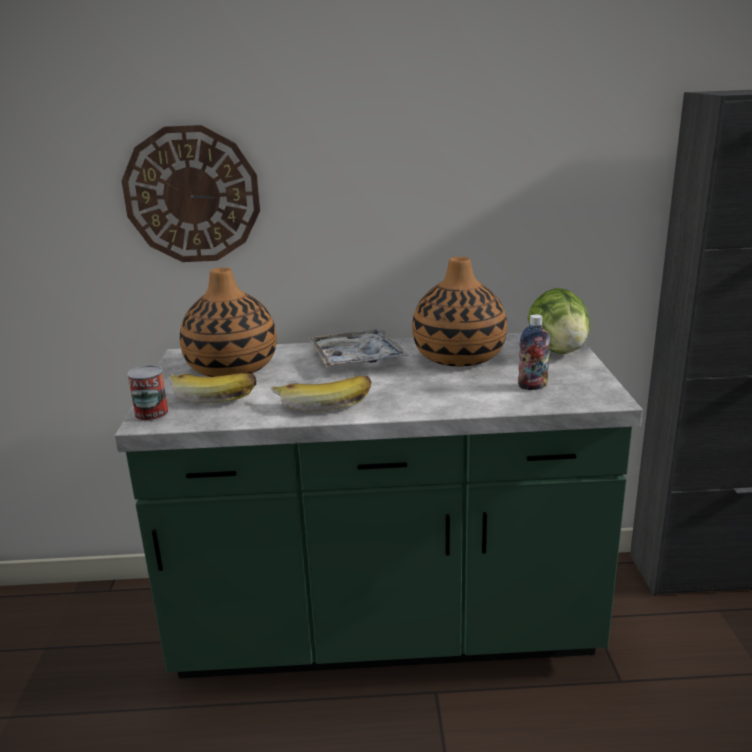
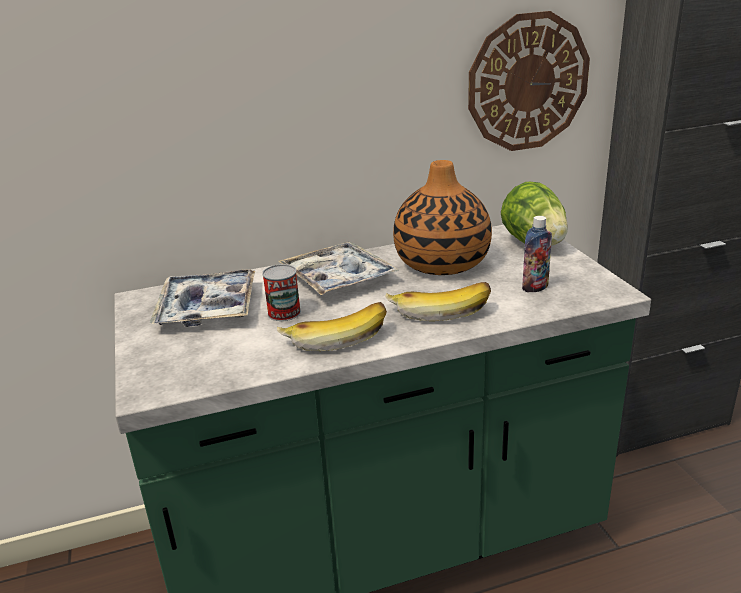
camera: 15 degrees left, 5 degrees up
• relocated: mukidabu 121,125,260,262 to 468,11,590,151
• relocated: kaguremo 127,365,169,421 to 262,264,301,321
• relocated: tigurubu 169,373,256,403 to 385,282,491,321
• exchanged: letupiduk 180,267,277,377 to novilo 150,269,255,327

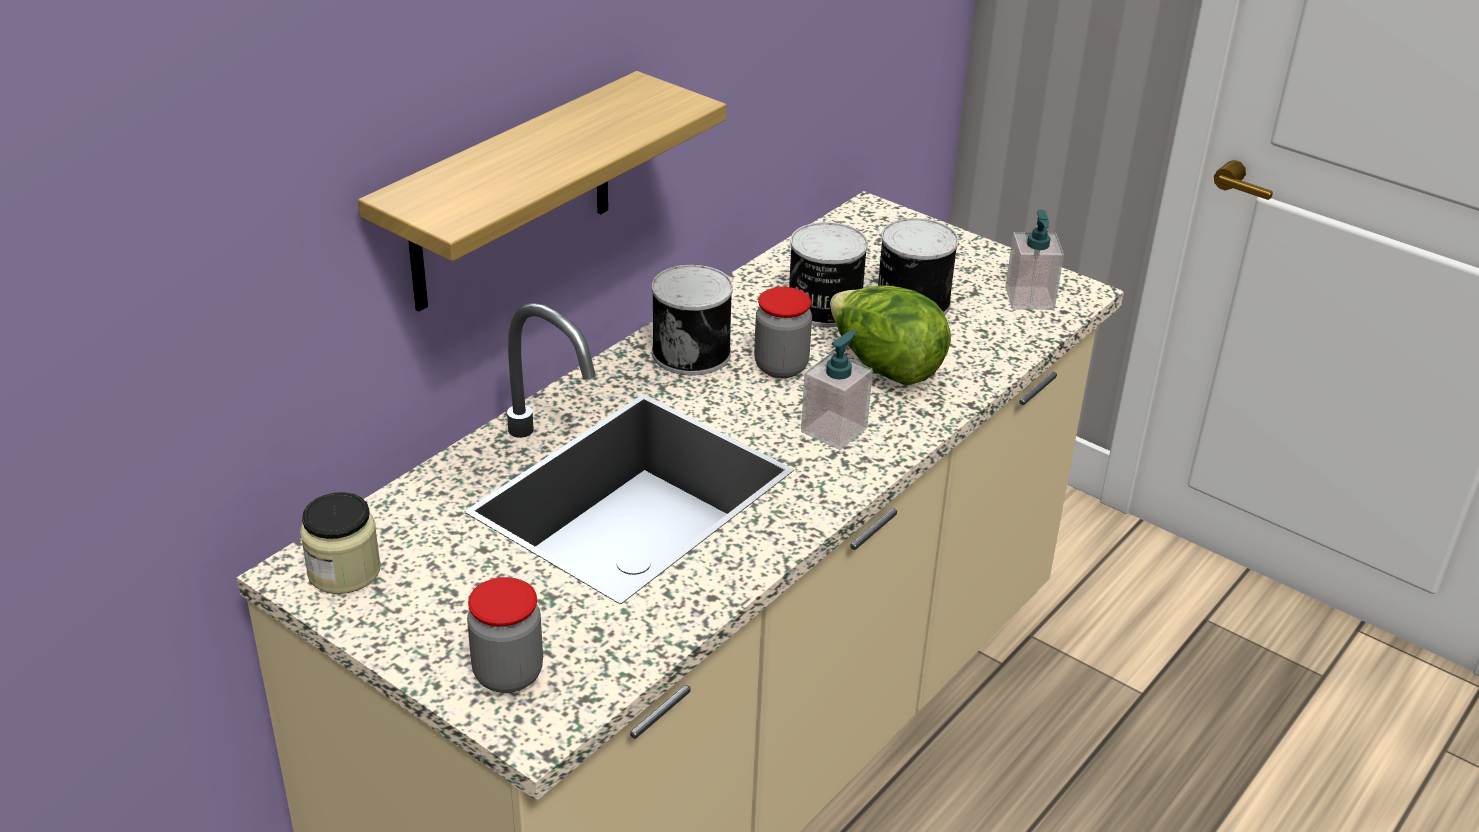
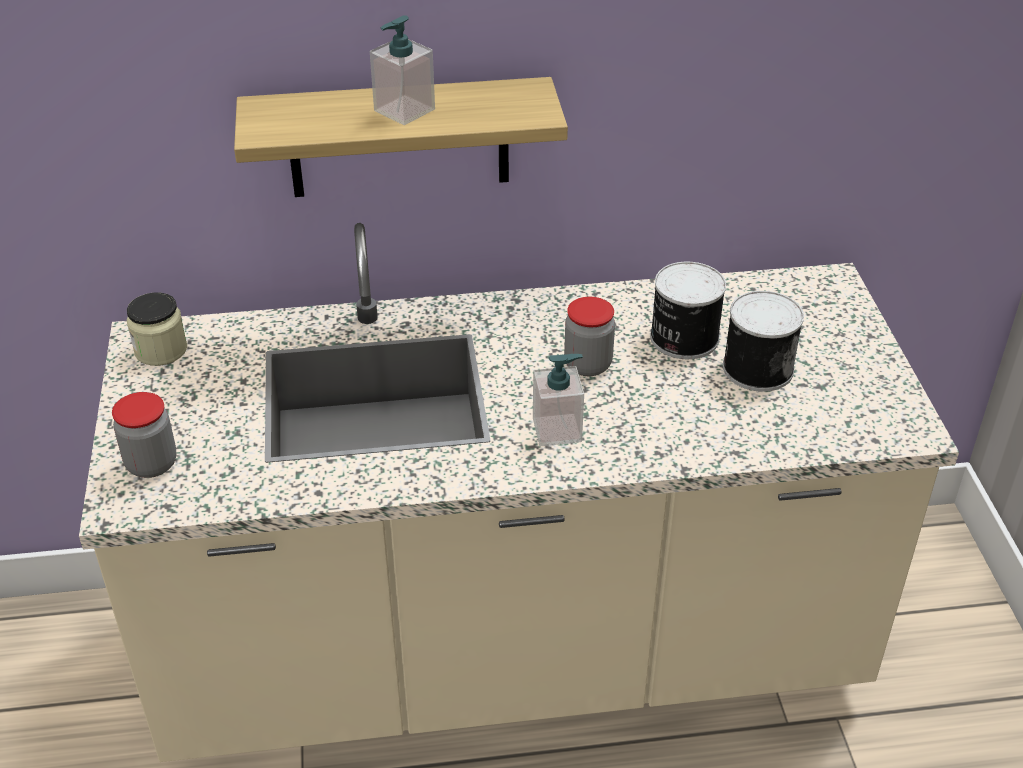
camera: 45 degrees right, 5 degrees up
• missing: kaguremo 652,265,733,376
• missing: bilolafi 830,285,951,386
• relocated: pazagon 1005,210,1064,310 to 370,15,435,125

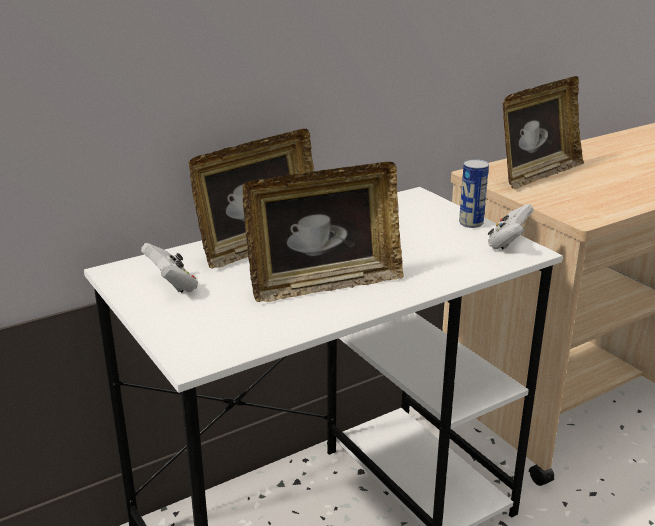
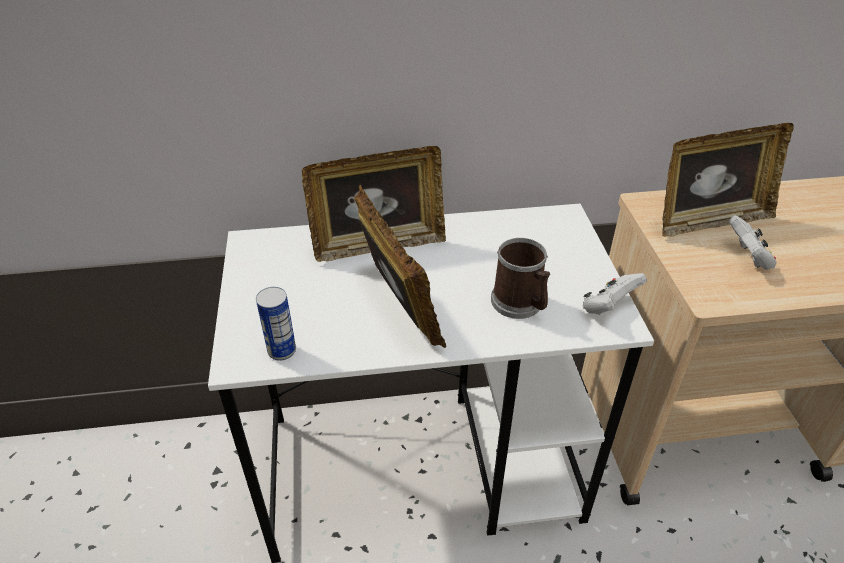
camera: 25 degrees right, 15 degrees up
• relocated: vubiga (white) 141,243,198,293 to 729,216,777,270
• spun: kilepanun 243,162,404,302 = 354,184,446,348 120 degrees counterclockwise
• relocated: kaguremo 459,159,489,228 to 256,287,296,361
• appeared: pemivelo 491,238,550,319

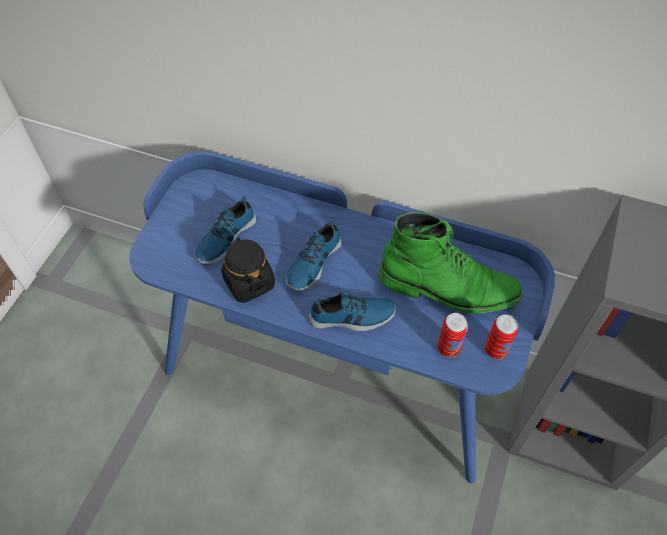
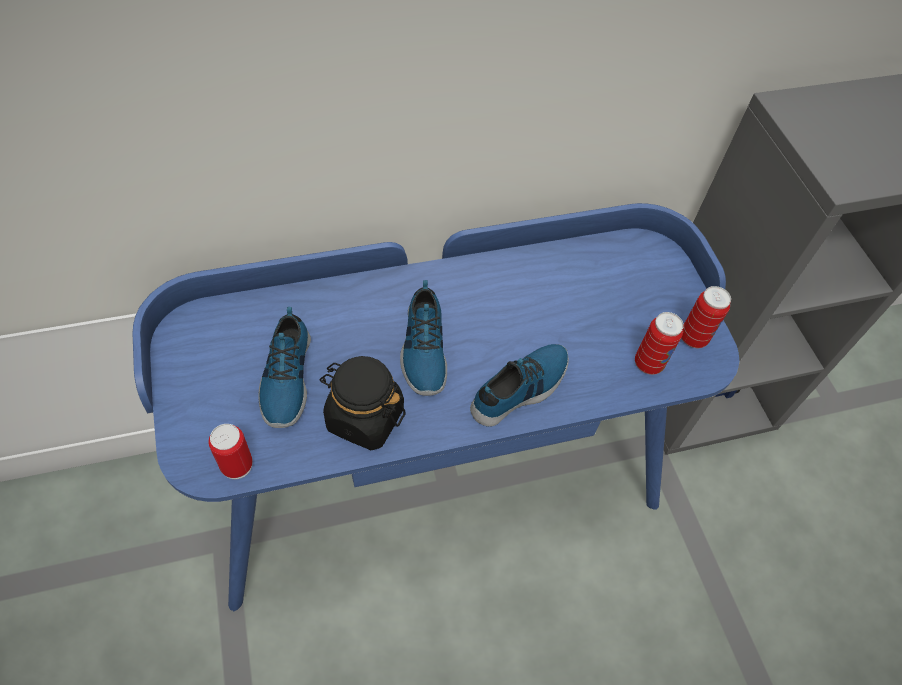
camera: 40 degrees left, 0 degrees up
• missing: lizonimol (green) 378,212,523,314
• appeared: kaguremo 209,424,253,479

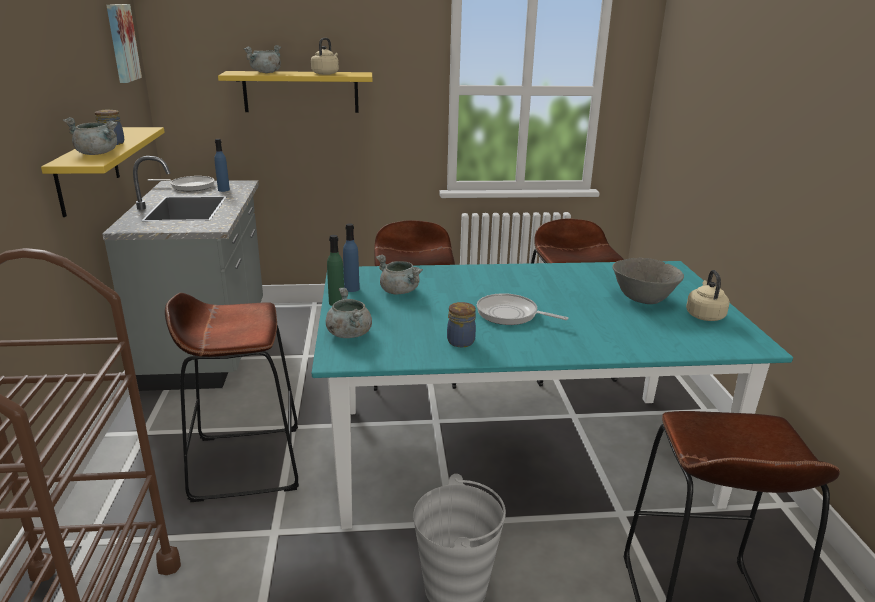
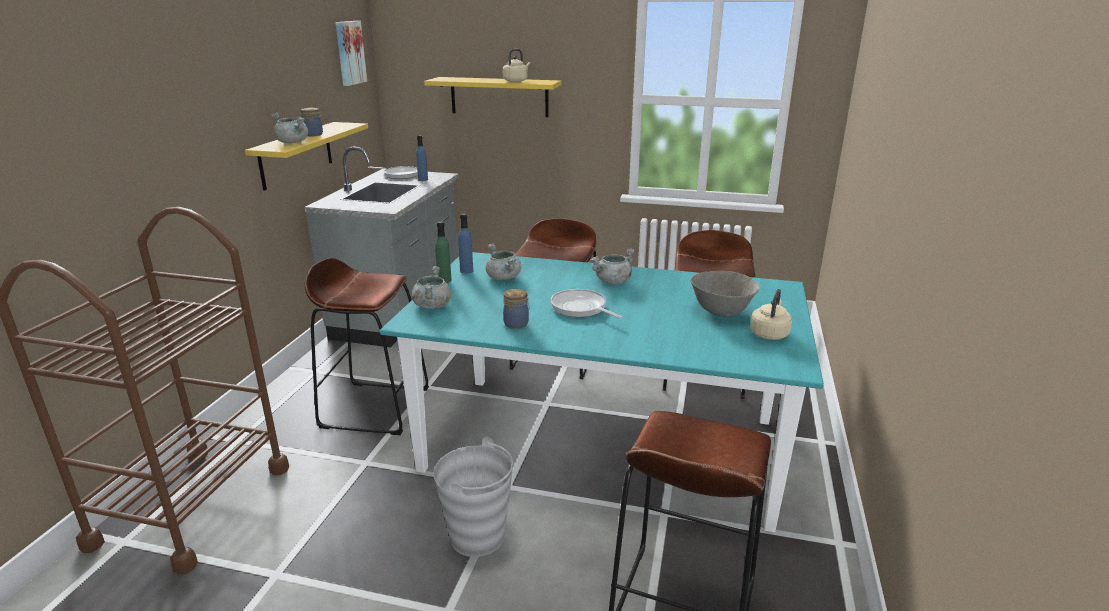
camera: 20 degrees right, 0 degrees up
• relocated: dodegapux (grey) 244,45,281,73 to 590,249,635,284

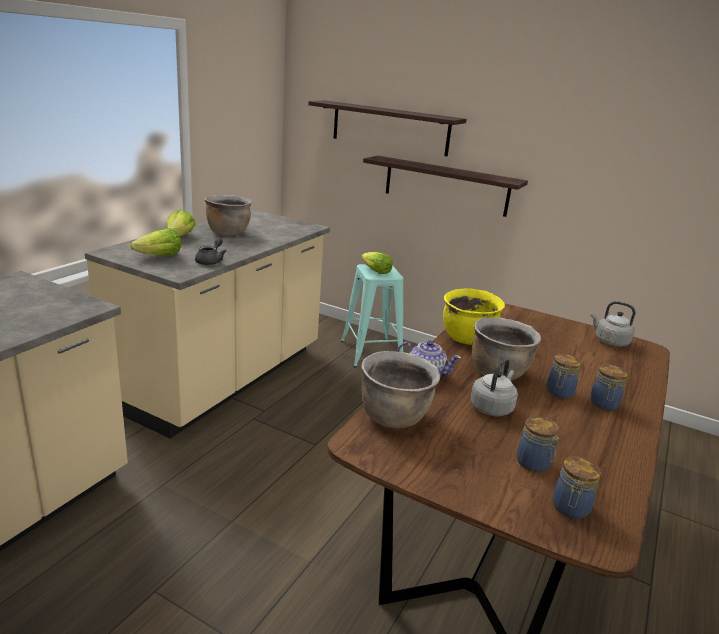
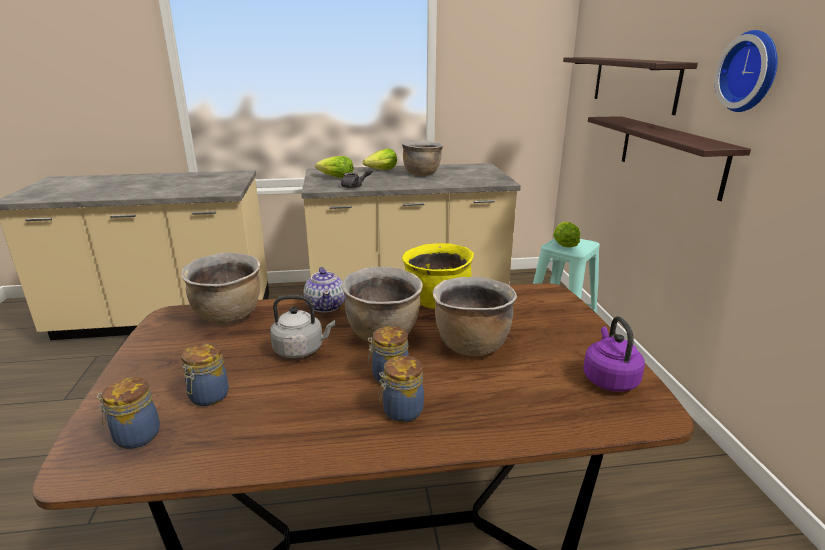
camera: 55 degrees right, 0 degrees up
• colour: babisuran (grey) 591,301,636,347 to babisuran (purple) 583,316,645,392
• appeared: dodegapux (brown) 433,277,517,356
• appeared: mukidabu 715,30,778,112

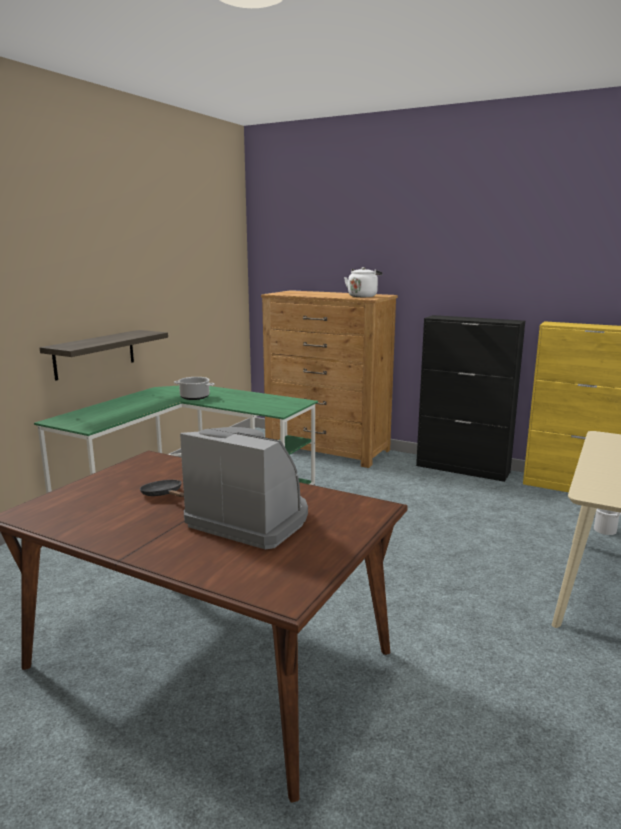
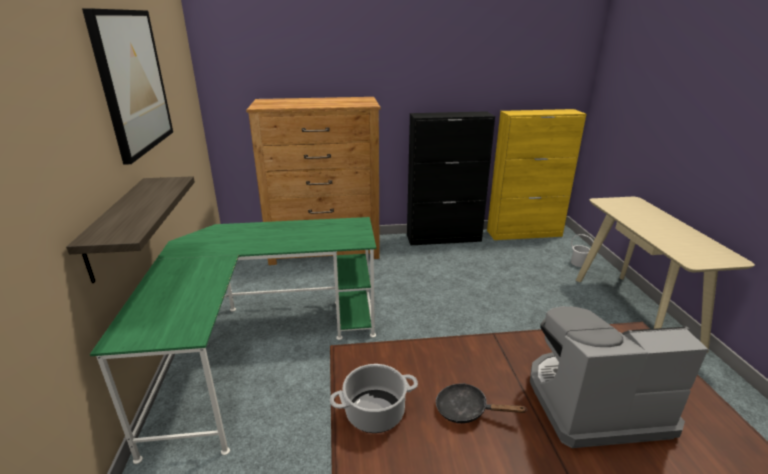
camera: 35 degrees left, 10 degrees up
• relocated: dodegapux 174,377,215,400 to 330,364,418,433
• missing: babisuran (white) 344,267,382,297
• appeared: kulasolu 82,9,173,165

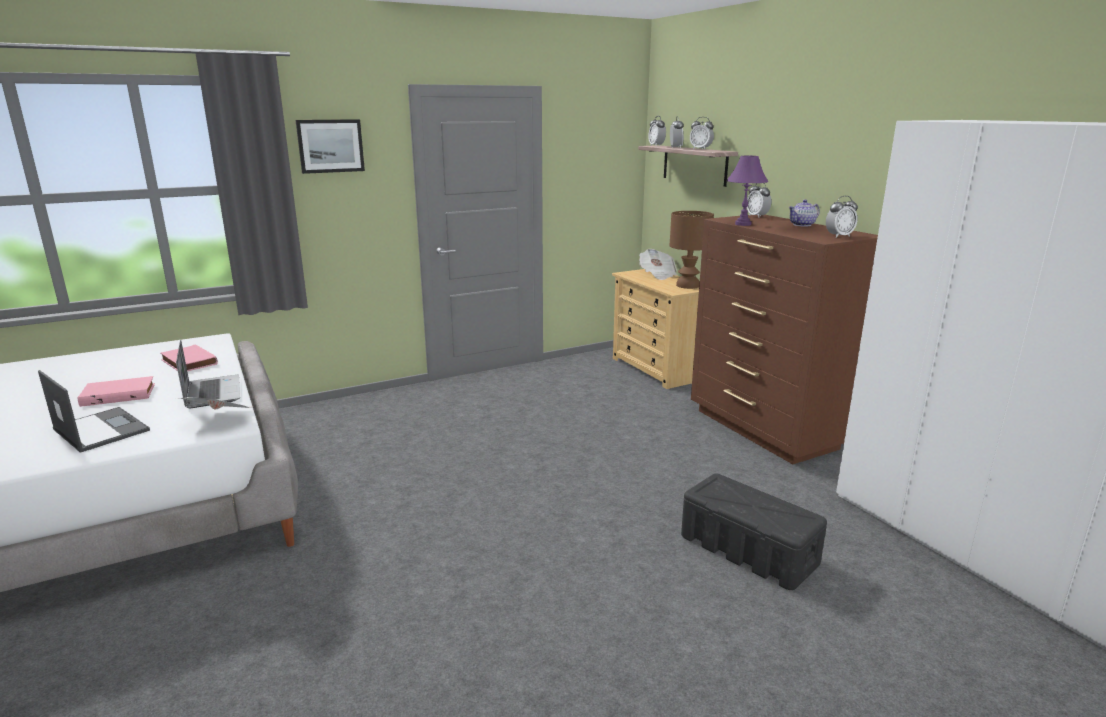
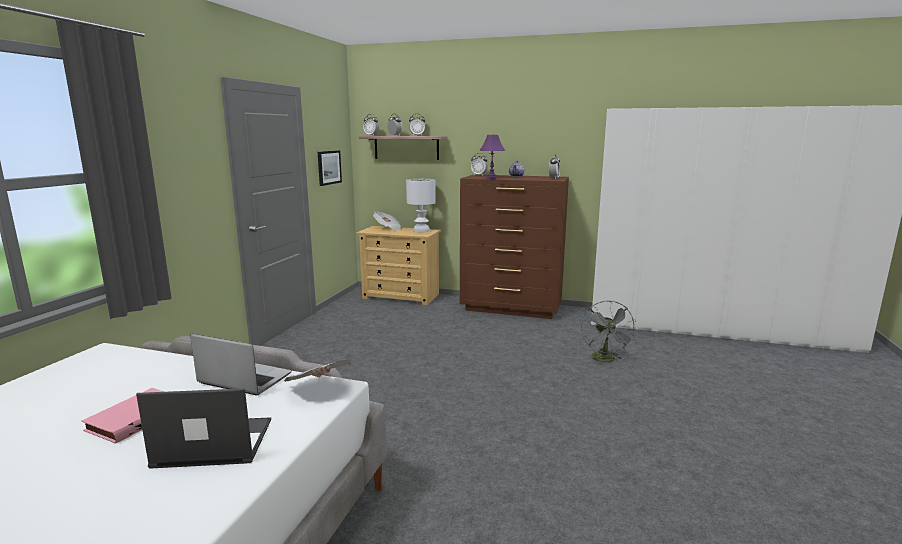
camera: 45 degrees left, 5 degrees down
• missing: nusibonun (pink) 161,344,218,371
• relocated: kulasolu 296,119,365,174 to 318,150,342,186
• colour: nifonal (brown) 670,211,714,289 to nifonal (white) 406,179,436,232
• exchanged: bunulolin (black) 681,474,827,590 to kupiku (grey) 581,300,636,362

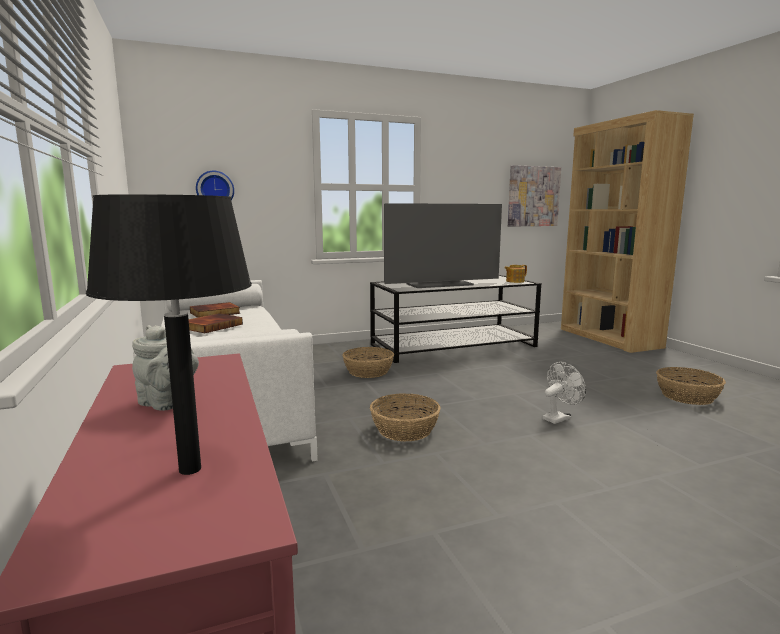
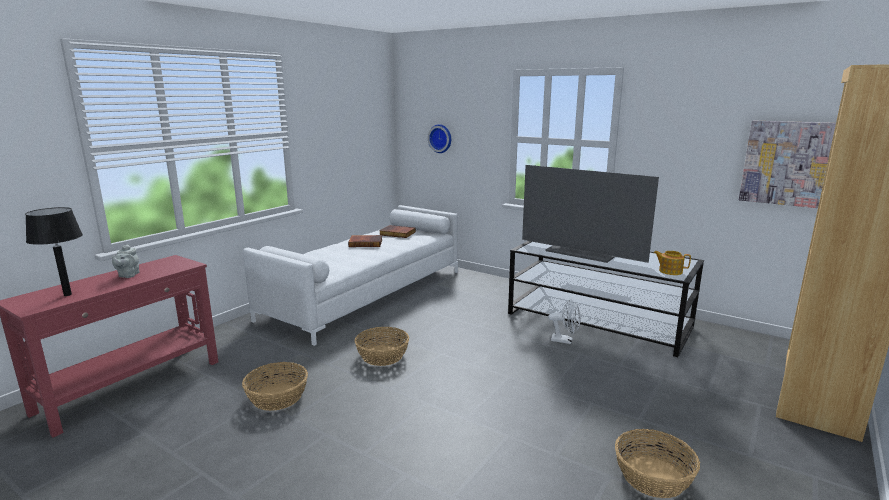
camera: 55 degrees right, 5 degrees up
• relocated: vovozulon 343,347,394,378 to 242,362,308,411
• relocated: kupiku (white) 542,362,586,424 to 548,299,581,344

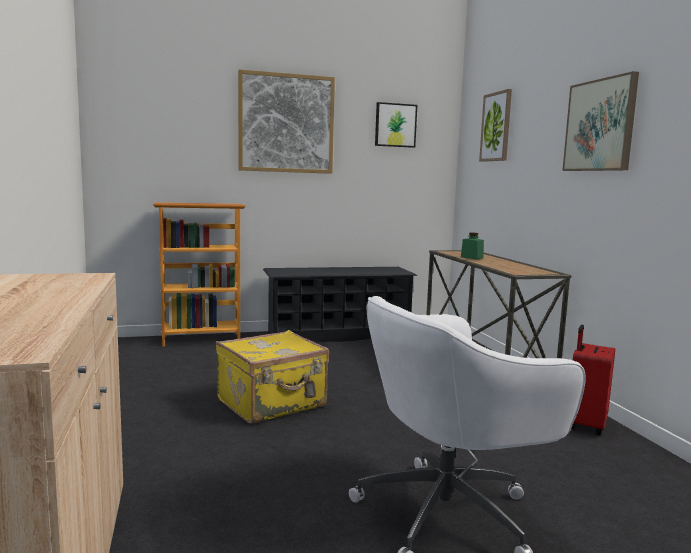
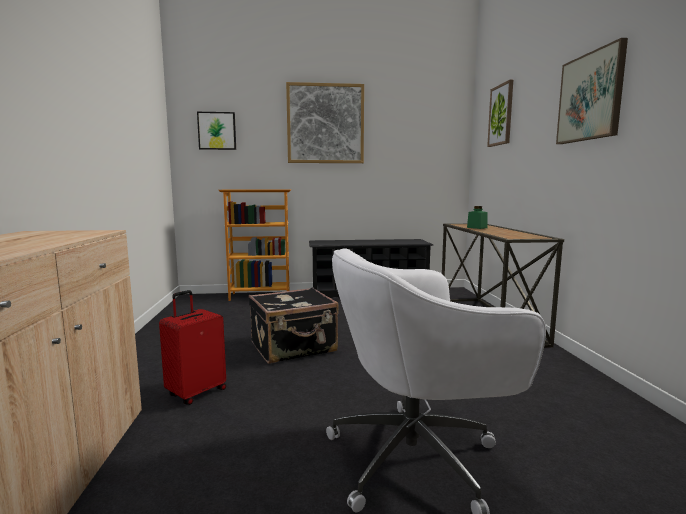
camera: 10 degrees right, 0 degrees up
• colour: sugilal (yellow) 216,330,329,424 to sugilal (black) 249,287,339,364
• relocated: kulasolu 375,102,417,148 to 197,112,236,150
• relocated: sugilal (red) 571,324,615,435 to 159,290,226,405

